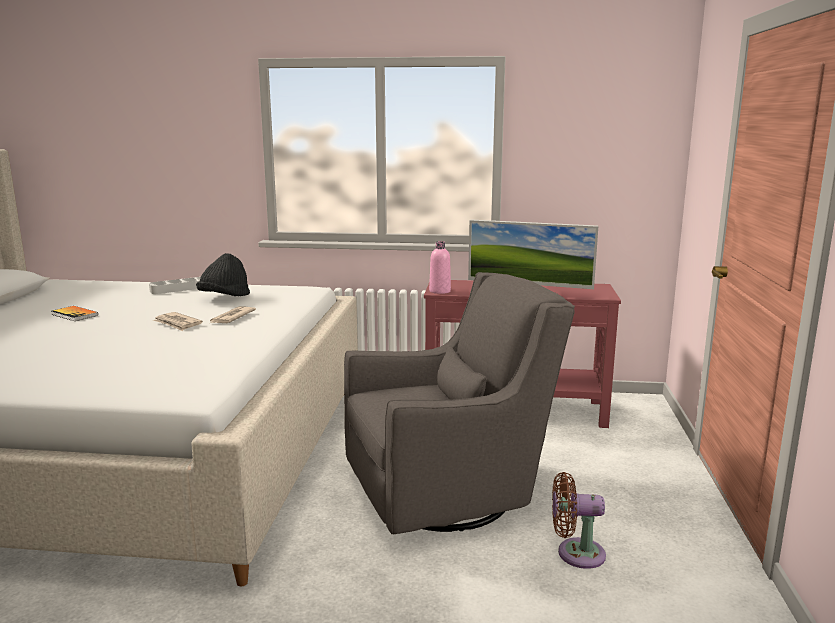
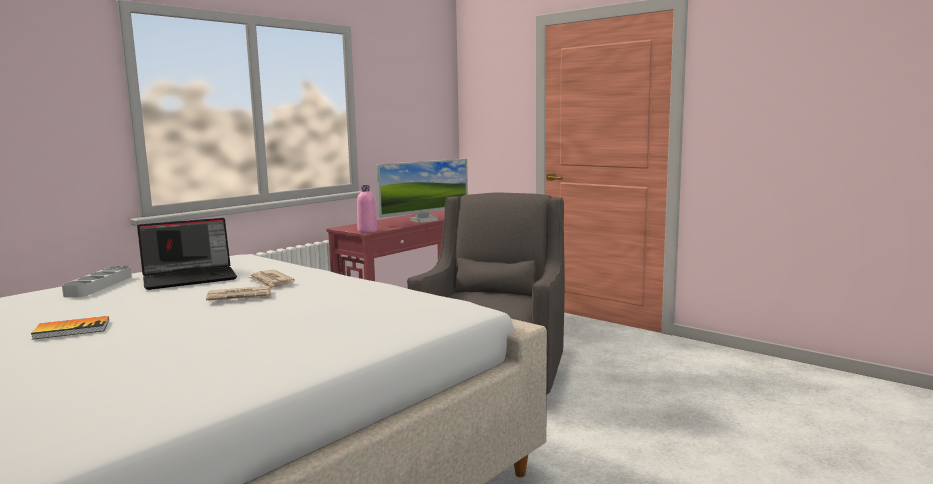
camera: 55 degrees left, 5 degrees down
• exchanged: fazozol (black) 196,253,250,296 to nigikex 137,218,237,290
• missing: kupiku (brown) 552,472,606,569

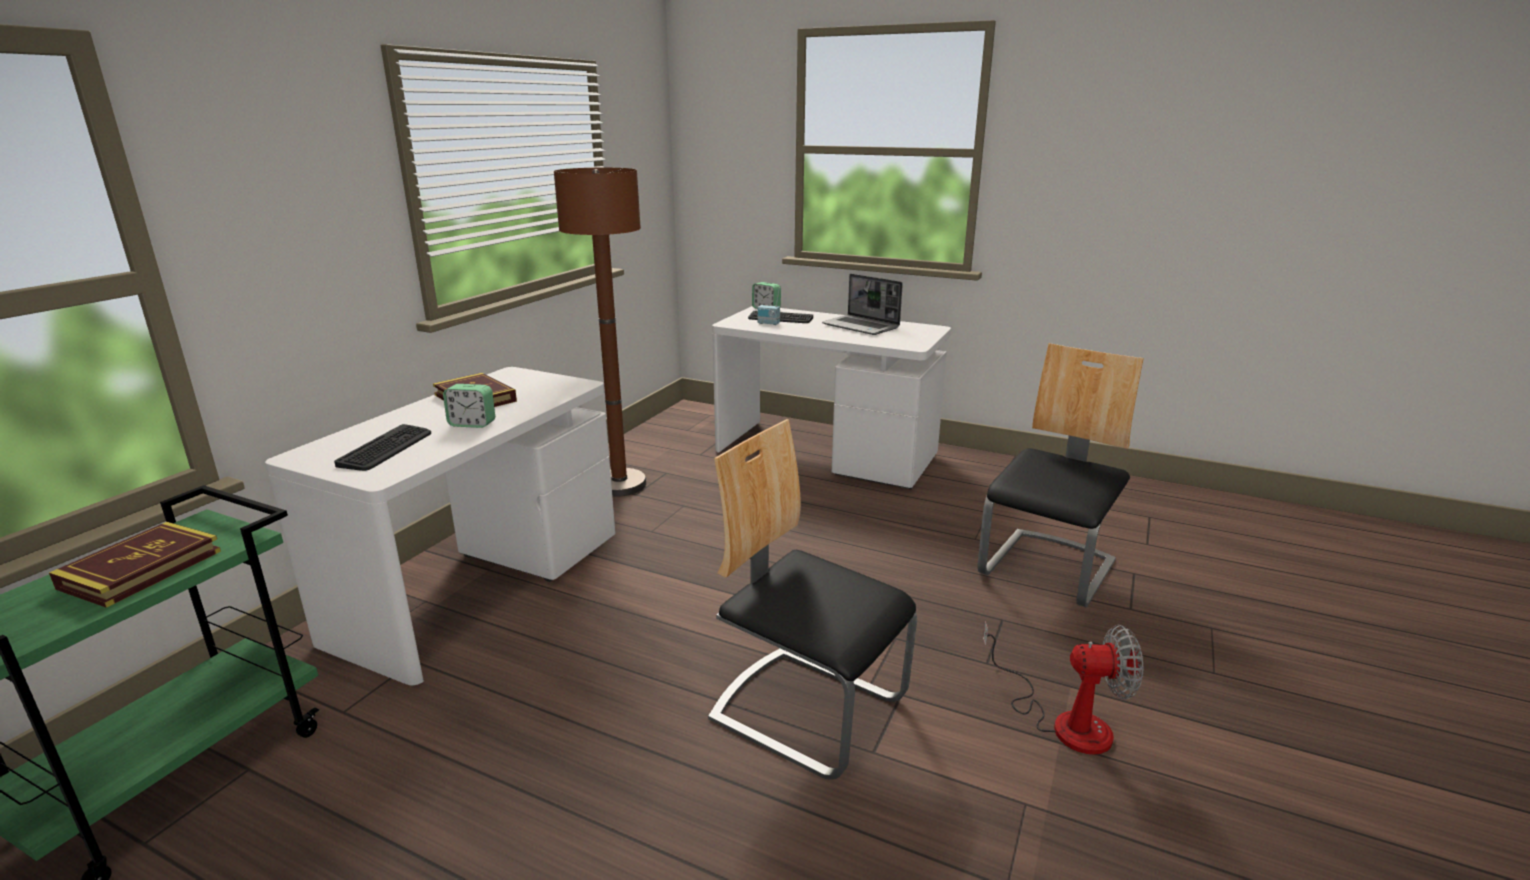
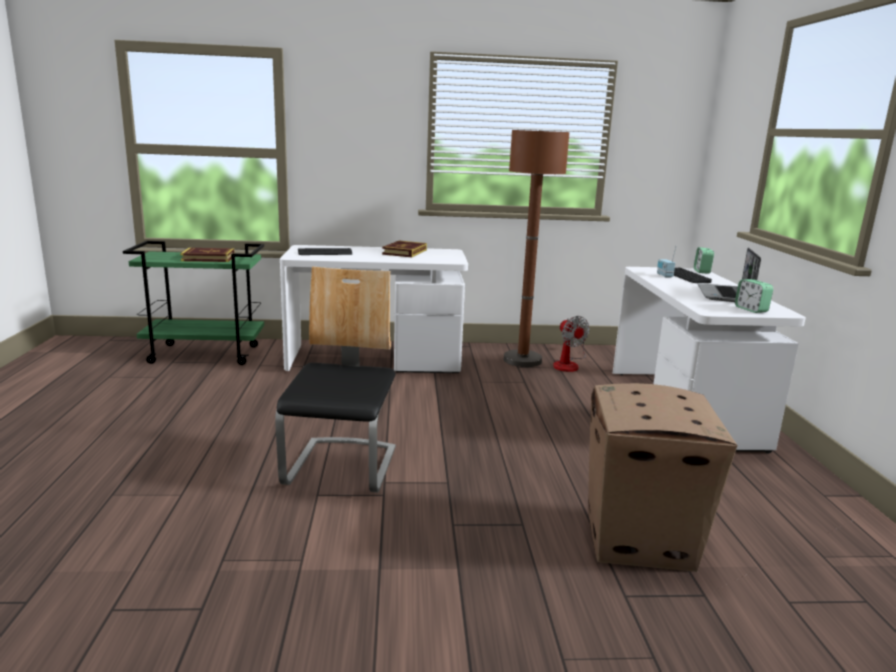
camera: 60 degrees right, 5 degrees down
• relocated: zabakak 443,384,495,428 to 735,279,773,313
• exchanged: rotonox 977,343,1144,607 to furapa 588,383,738,572
• relocated: kupiku 983,621,1143,755 to 553,316,590,372

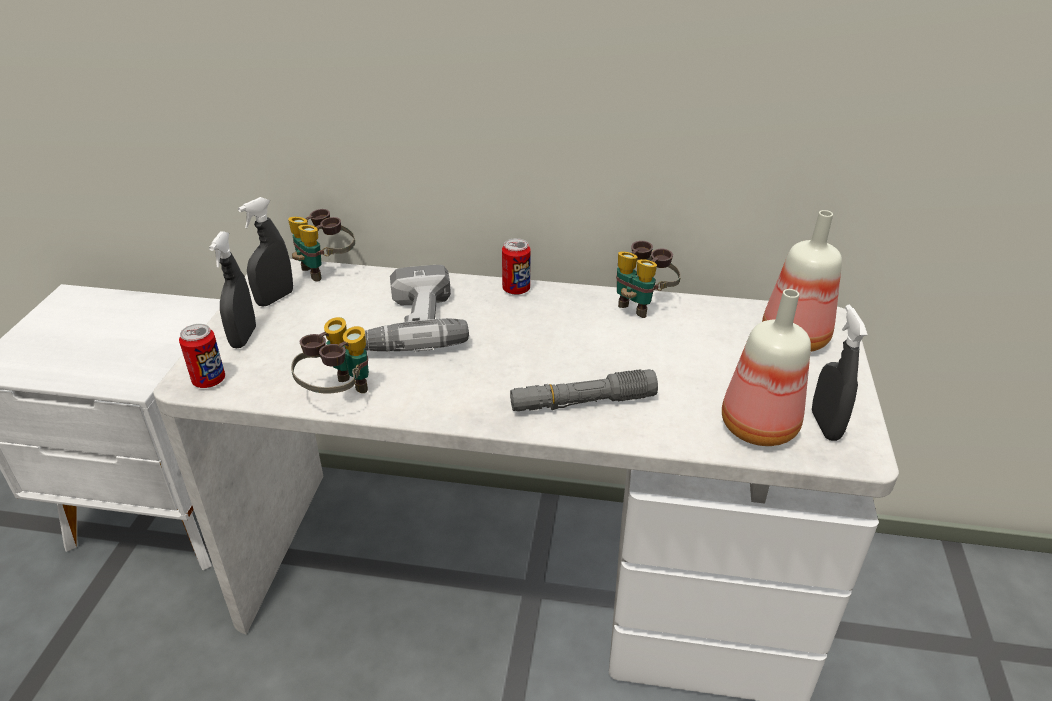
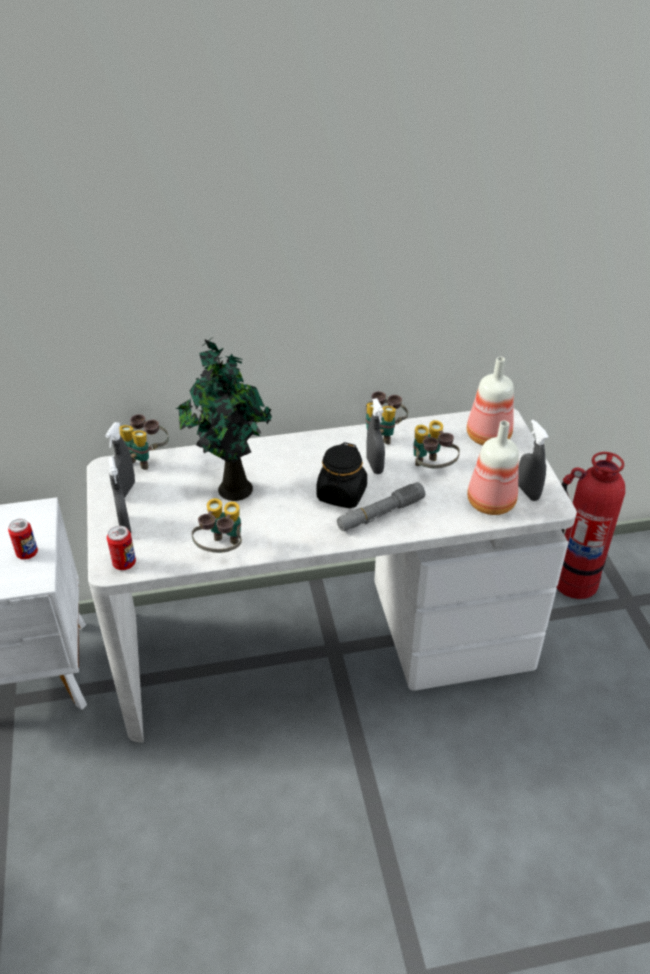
camera: 20 degrees left, 5 degrees up
• exchanged: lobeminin 364,265,469,352 to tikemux 176,337,272,501
• relocated: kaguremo 502,238,531,295 to 8,519,38,560
• appeared: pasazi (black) 317,442,367,508
• appeared: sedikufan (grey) 366,398,385,474
• appeared: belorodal 413,420,460,469
• appeared: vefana 556,452,625,599

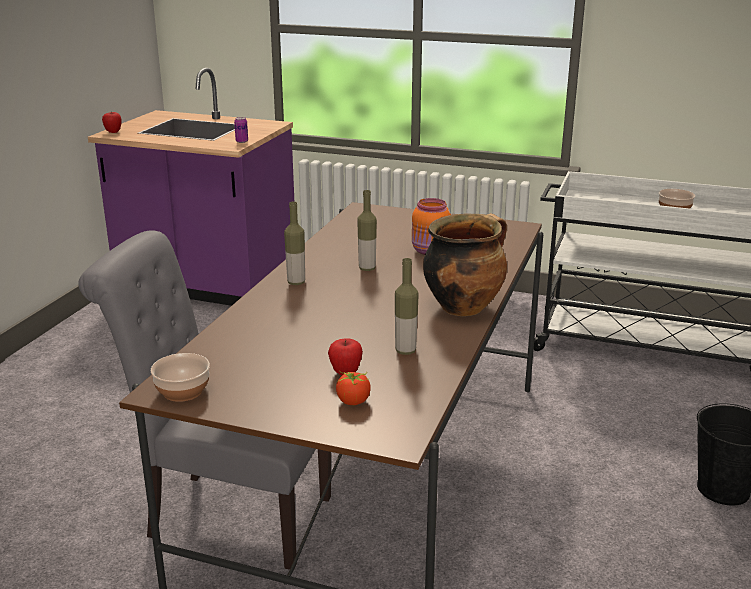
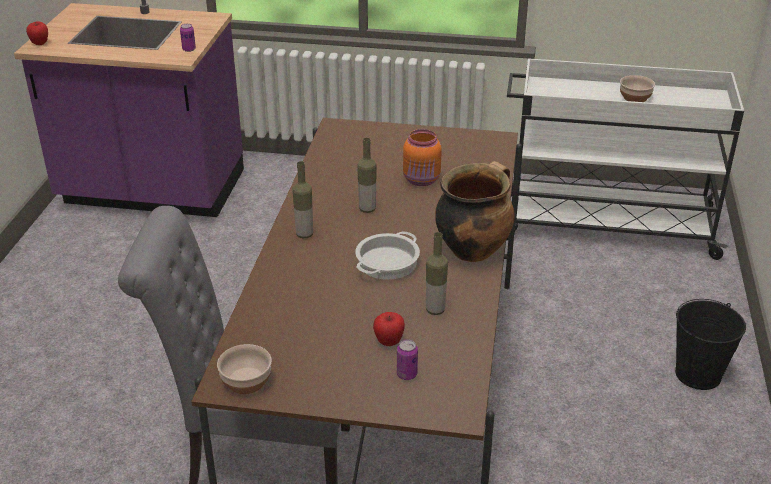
camera: 10 degrees left, 10 degrees up
• exchanged: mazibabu 336,371,371,405 to kaguremo 397,339,418,380
• appeared: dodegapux 355,231,420,280

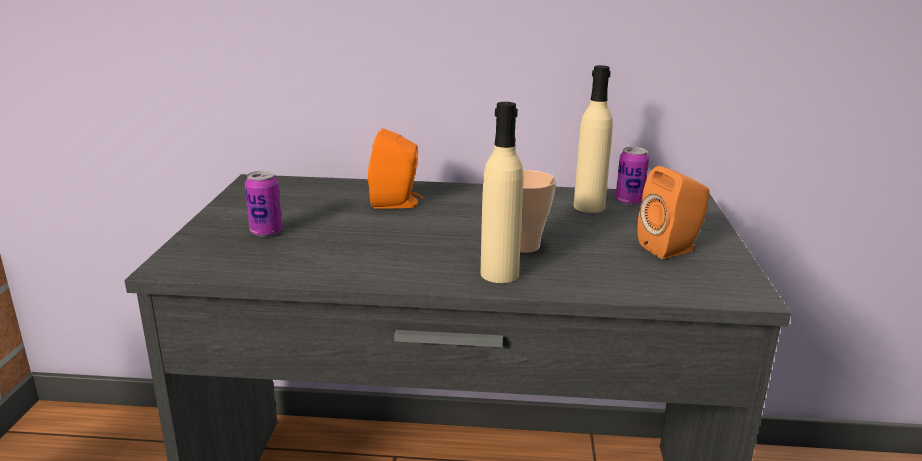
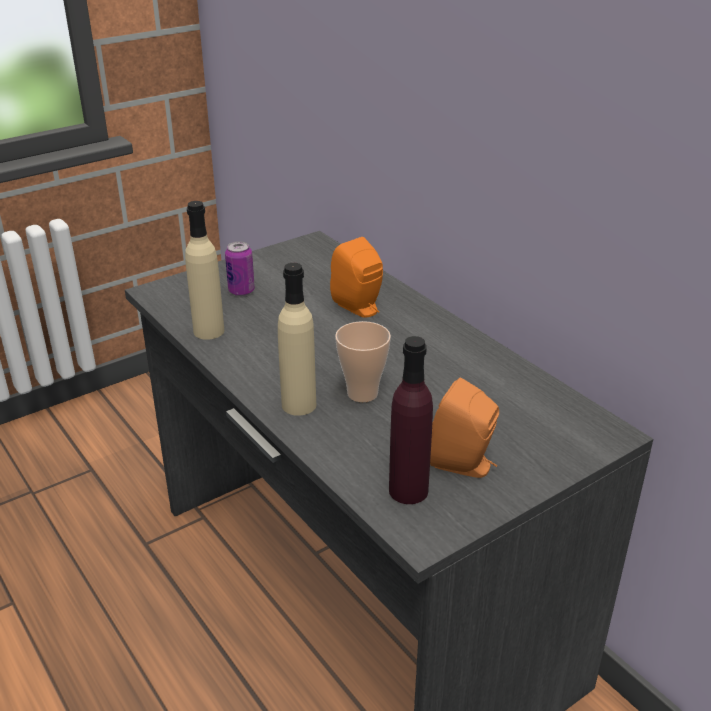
camera: 50 degrees right, 10 degrees up
• relocated: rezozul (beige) 574,65,613,213 to 185,201,224,340
• missing: kaguremo 615,147,649,205
• appeared: rezozul (purple) 389,336,433,504

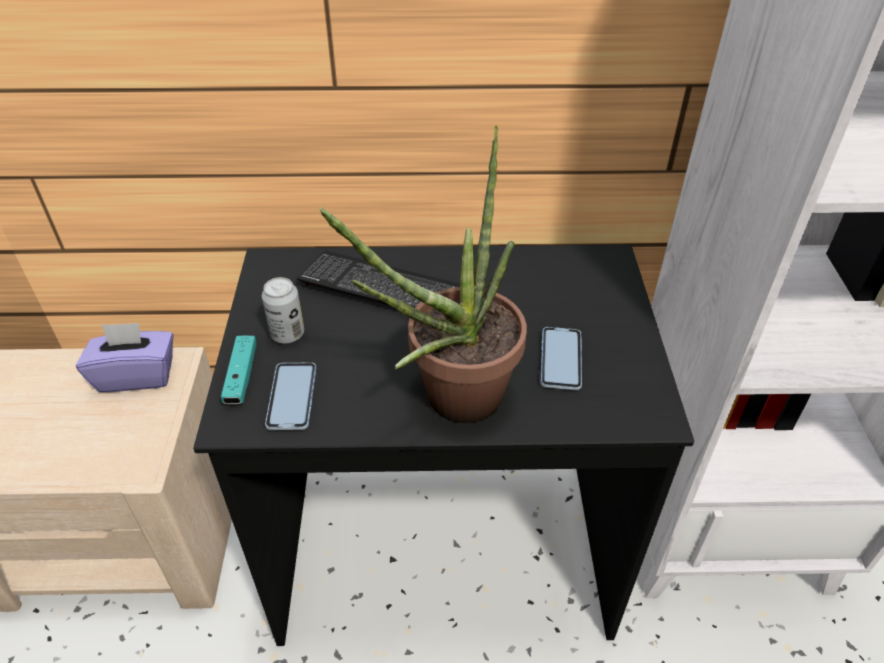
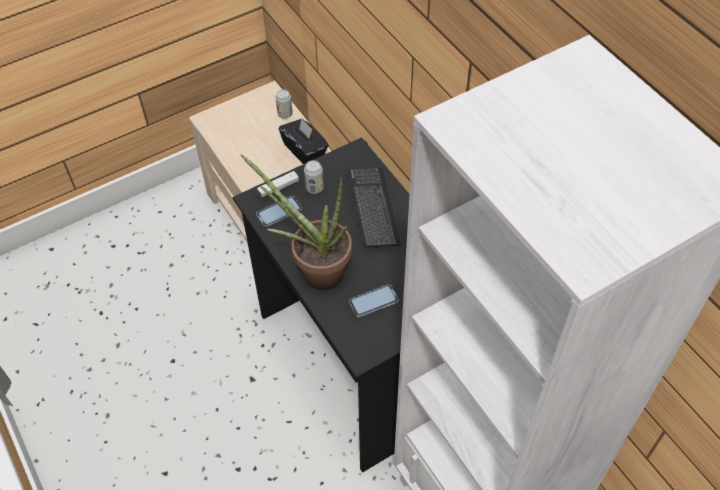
camera: 60 degrees right, 10 degrees up
• colour: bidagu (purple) 76,323,174,392 to bidagu (black) 279,118,329,164
• colour: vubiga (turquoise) 221,335,257,404 to vubiga (white) 257,171,299,197
• appeared: kaguremo 276,90,293,119

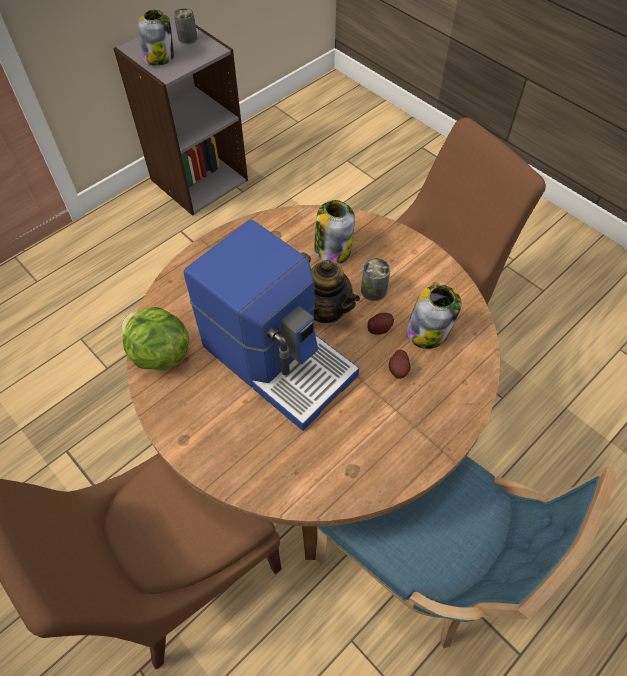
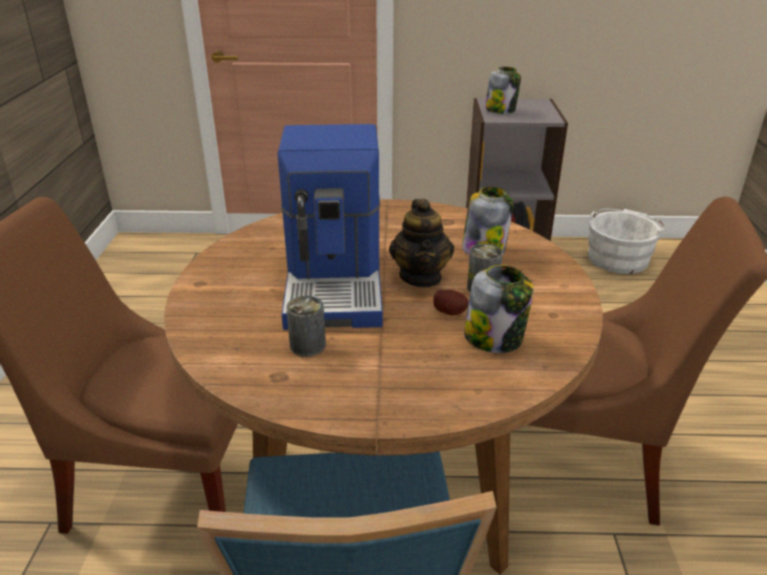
camera: 45 degrees right, 25 degrees down
• missing: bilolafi 122,307,190,370
• relocated: kaguremo 174,8,198,44 to 286,296,326,357
• missing: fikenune 389,350,411,379
• appeared: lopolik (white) 588,209,664,274

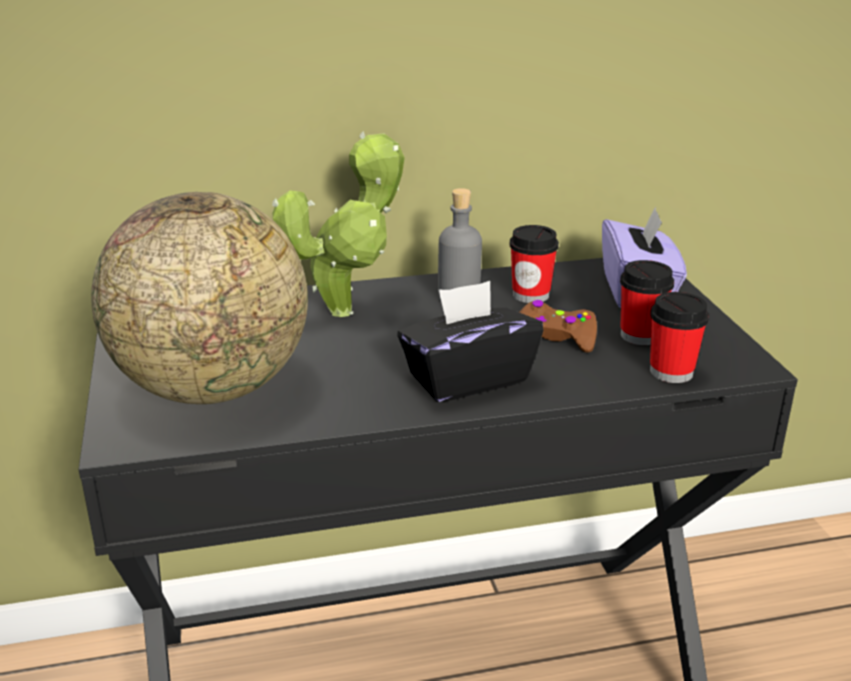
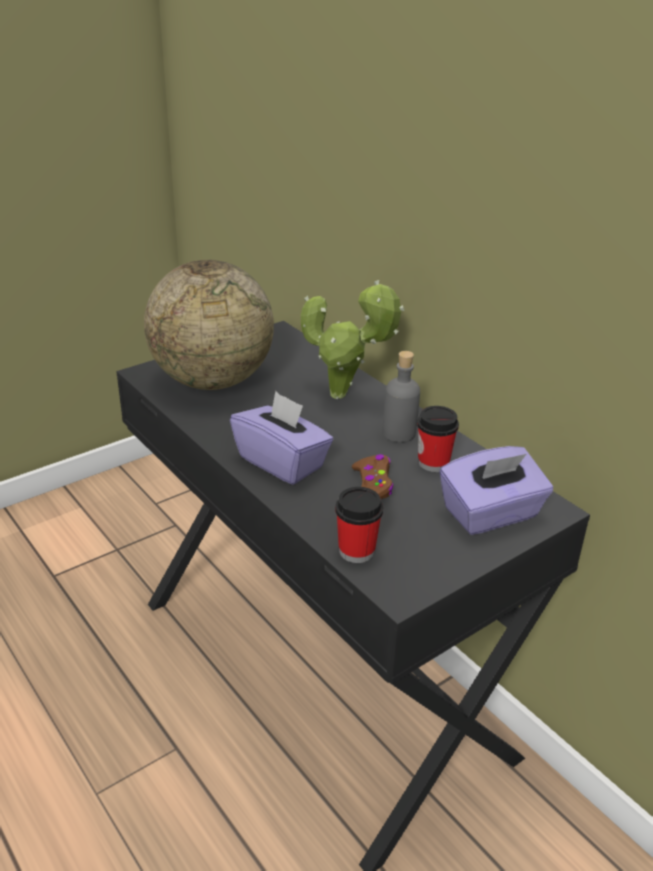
camera: 65 degrees right, 5 degrees up
• colour: bidagu (black) 397,281,544,402 to bidagu (purple) 230,391,334,485
• missing: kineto 620,260,674,345

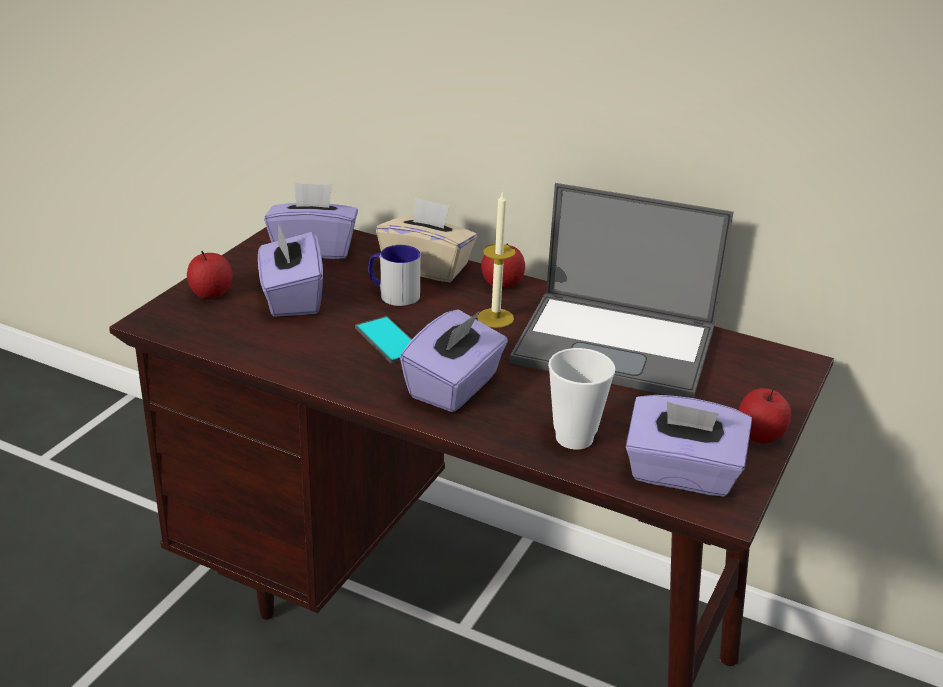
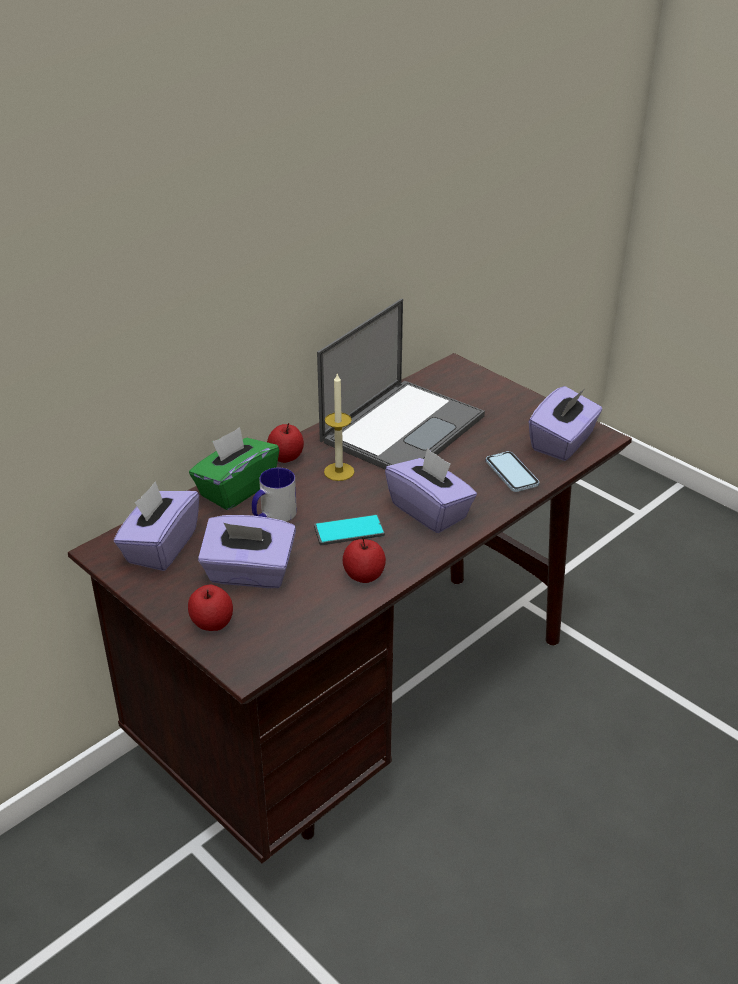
camera: 70 degrees left, 5 degrees up
• colour: bidagu (beige) 376,197,477,282 to bidagu (green) 189,427,279,510
• exchanged: kineto 548,348,615,450 to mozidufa 486,451,539,492
• relocated: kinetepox 738,386,791,443 to 343,537,386,583

